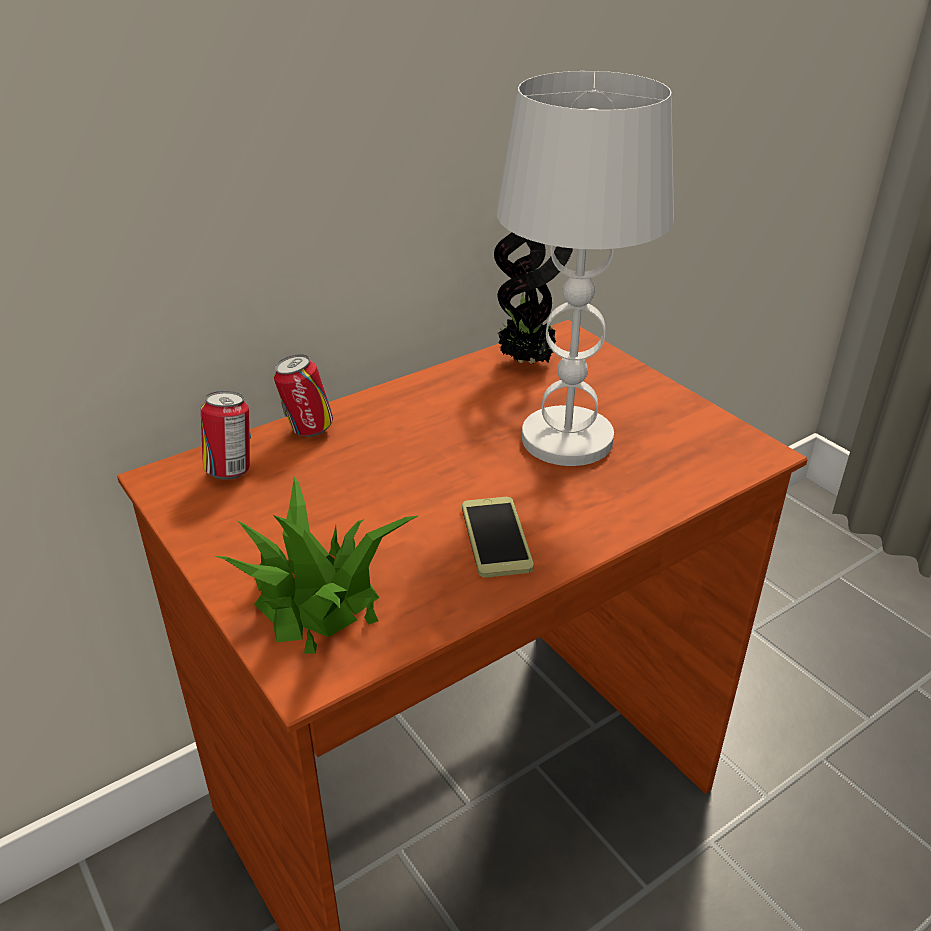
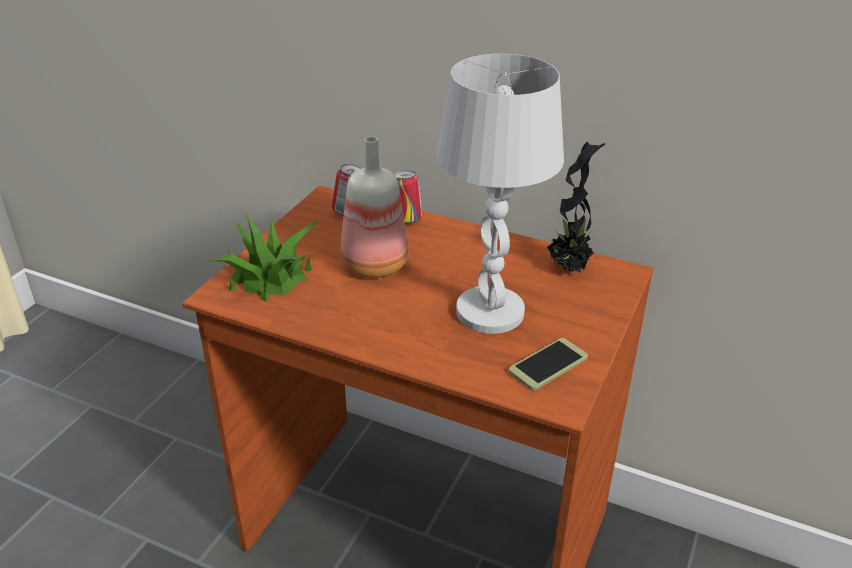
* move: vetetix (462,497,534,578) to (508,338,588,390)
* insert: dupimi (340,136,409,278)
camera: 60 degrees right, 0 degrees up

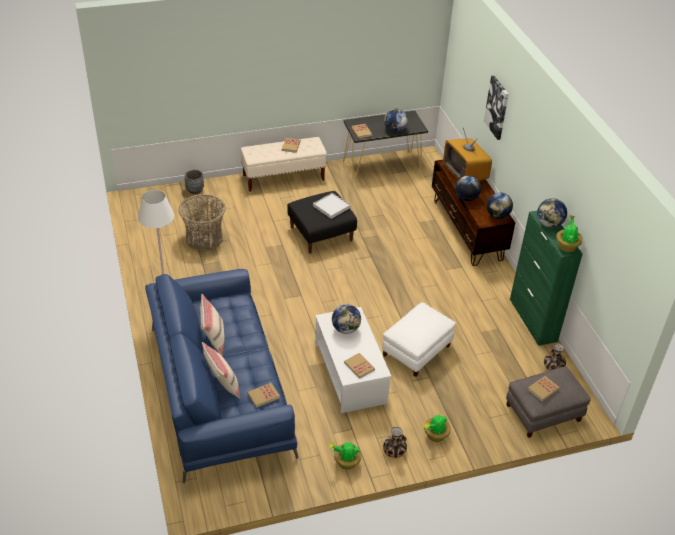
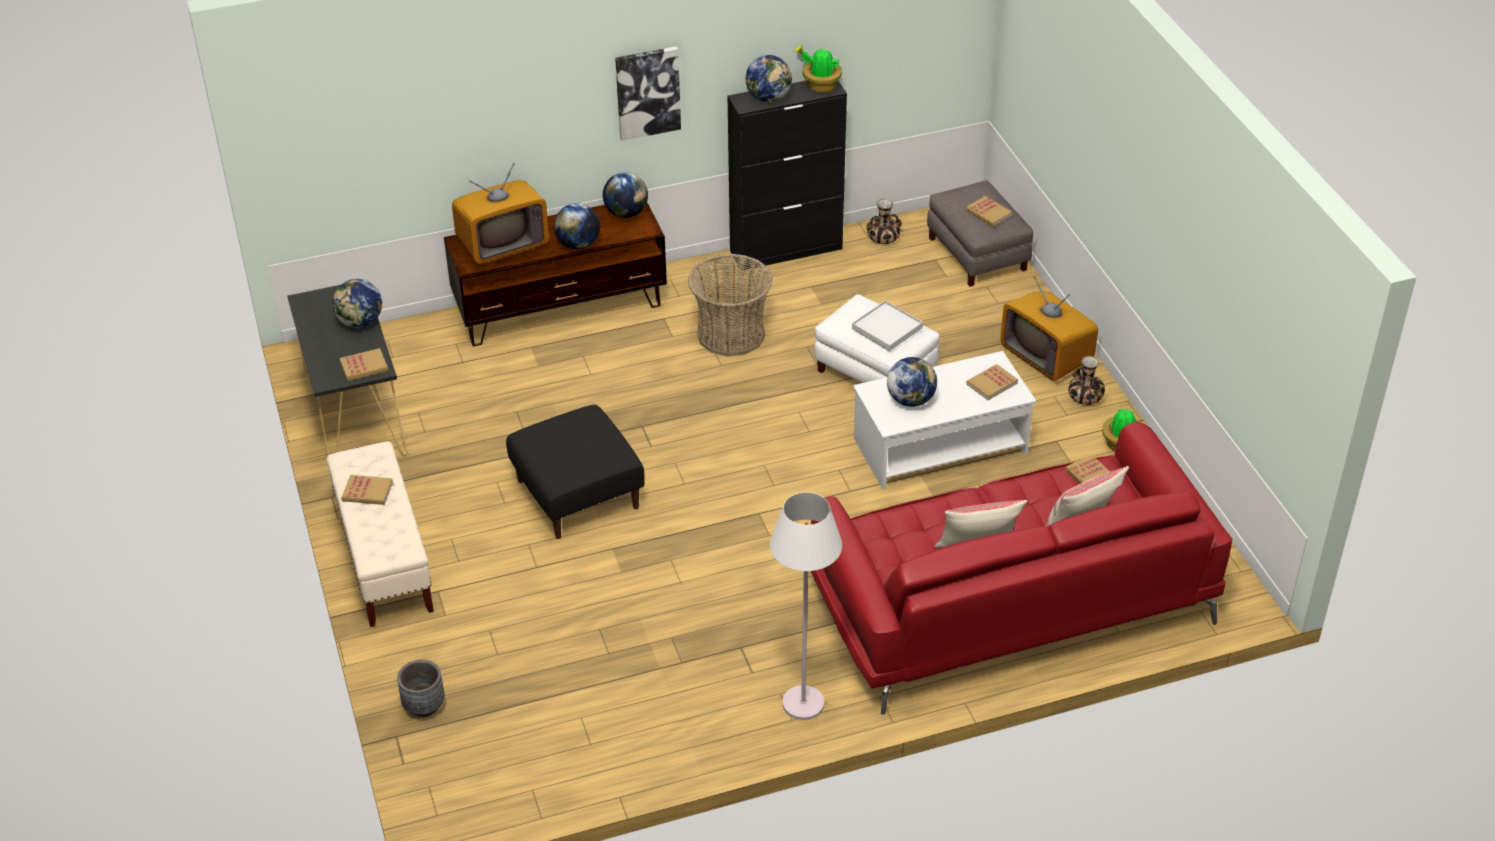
* move: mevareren (484,76,509,140) to (615,46,681,141)
* move: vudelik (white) (313,193,351,219) to (852,301,923,351)
* move: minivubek (179,194,226,251) to (688,254,772,357)
* recolor: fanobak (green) (510,211,583,346) to fanobak (black) (727,80,847,270)
* recolor: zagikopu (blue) (145,269,298,483) to zagikopu (red) (811,422,1233,715)
* replace: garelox (424,414,451,442) to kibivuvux (1000,276,1098,381)
camera: 90 degrees left, 0 degrees up

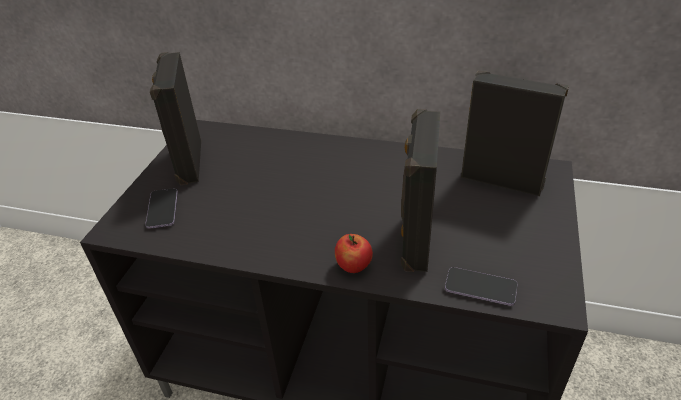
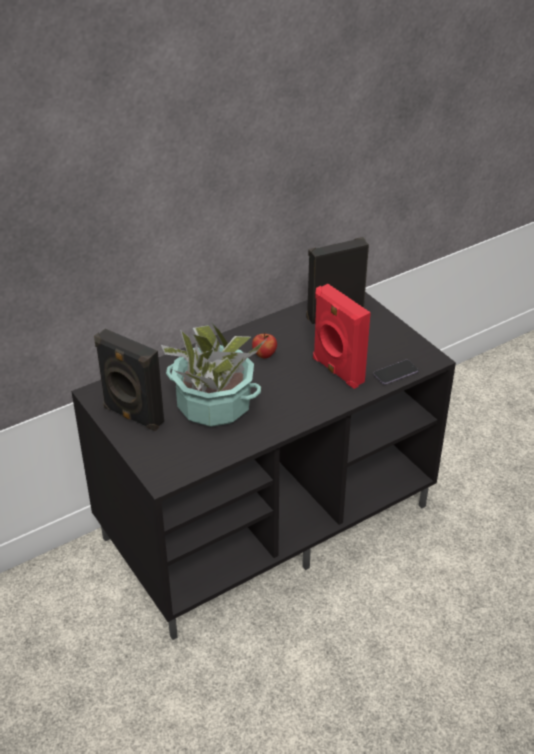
* recolor: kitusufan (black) (401,109,440,272) to kitusufan (red) (313,284,371,389)
* delete: vetetix (145,188,178,229)
* move: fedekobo (335,234,373,273) to (252,332,277,358)
* insert: garelox (161,323,266,427)
camera: 50 degrees left, 0 degrees up

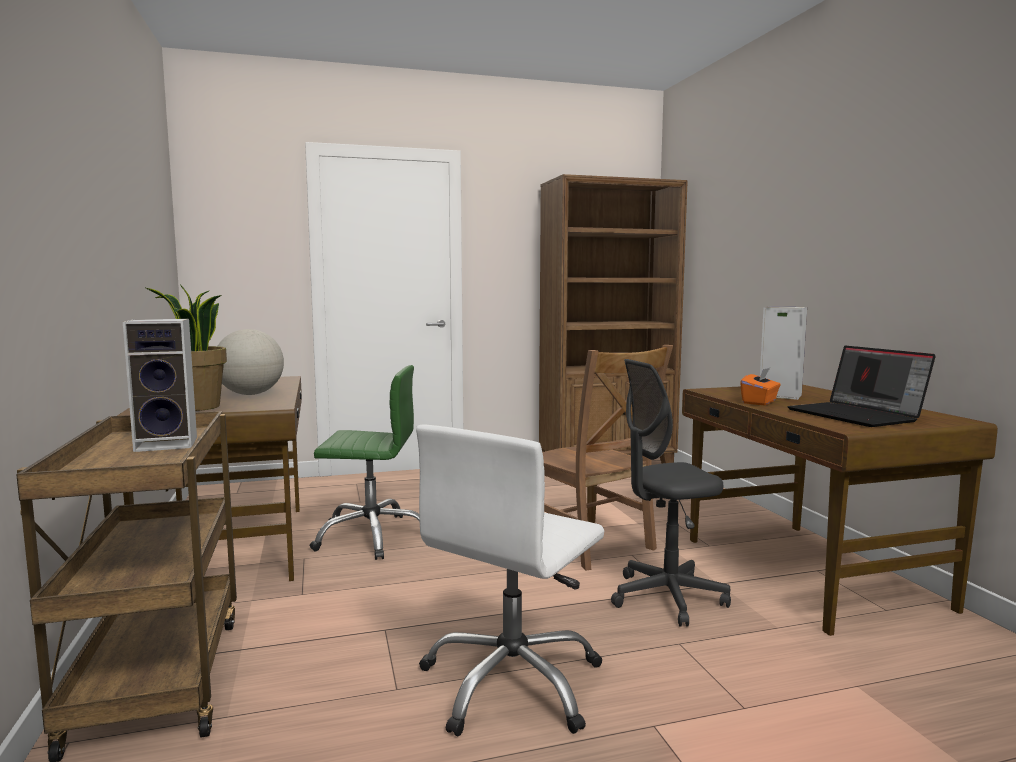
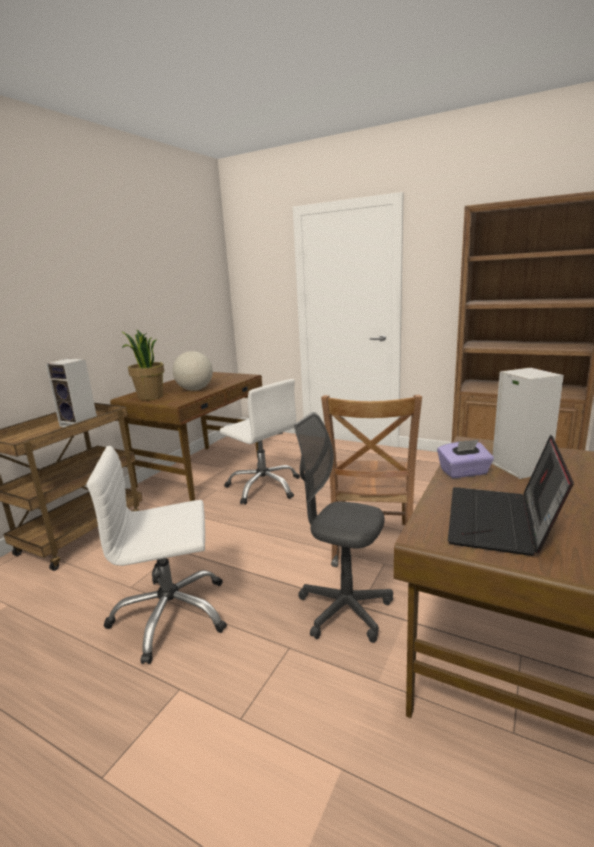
* recolor: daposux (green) (310,365,419,560) to daposux (white) (219,379,300,505)
* recolor: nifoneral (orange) (740,368,781,405) to nifoneral (purple) (437,440,494,478)
camera: 45 degrees right, 10 degrees up

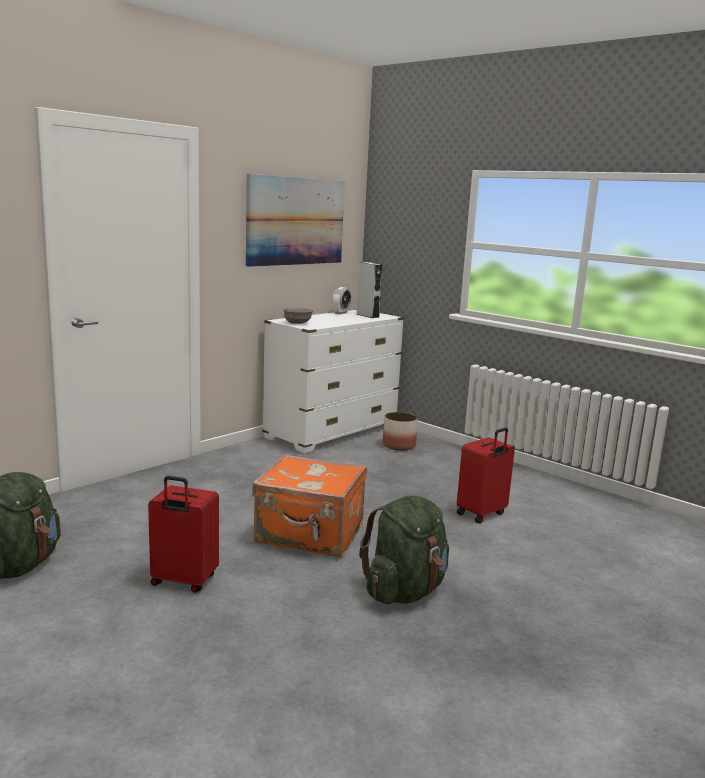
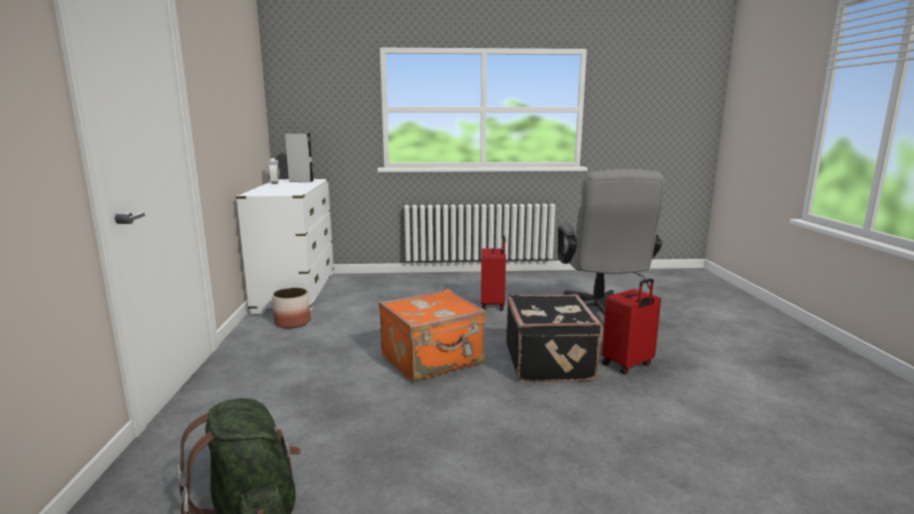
* delete: mevareren (246,174,345,267)
* delete: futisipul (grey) (284,308,313,324)
* move: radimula (383,412,418,450) to (272,288,311,328)
* move: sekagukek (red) (148,476,219,593) to (602,279,661,374)
* replace: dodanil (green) (359,495,449,604) to sekagukek (black) (506,294,602,382)
* insert: daposux (grey) (558,169,665,316)
camera: 45 degrees left, 0 degrees up

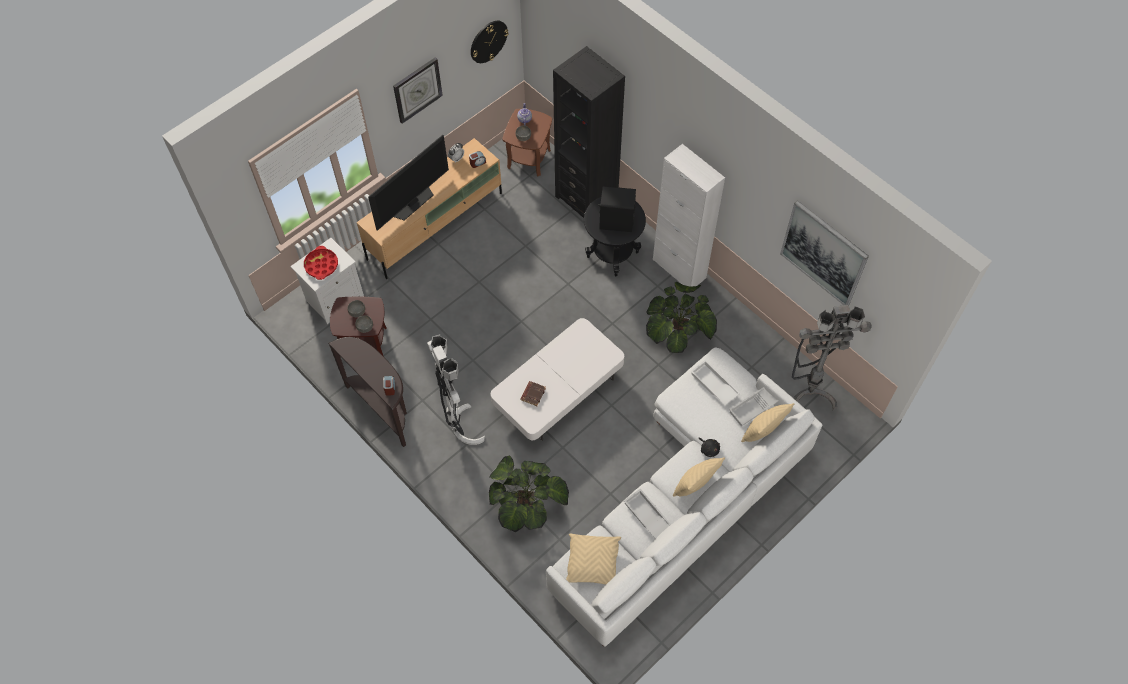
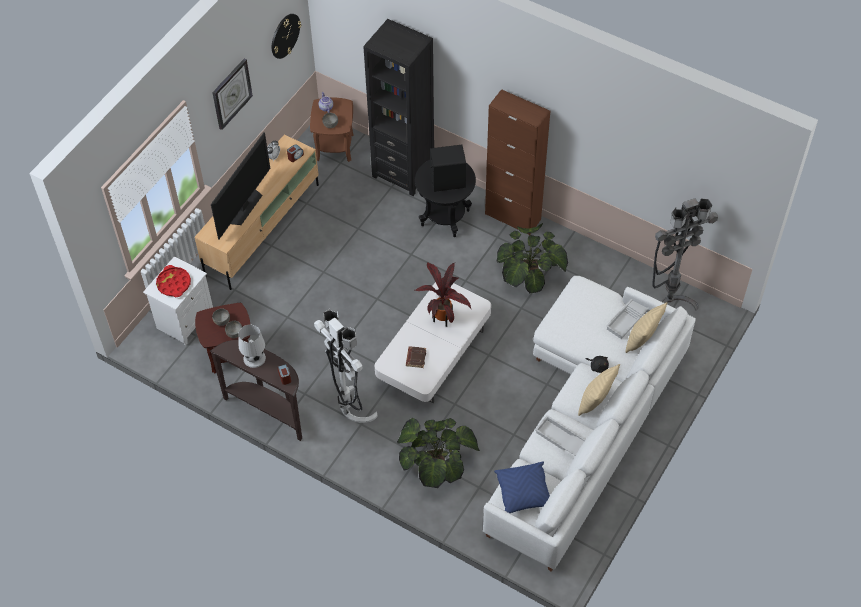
* recolor: fanobak (white) (653,144,725,286) to fanobak (brown) (485,89,550,235)
* delete: mevareren (780,200,869,305)
* delete: vudelik (white) (691,359,740,405)
* recolor: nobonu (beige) (566,534,621,585) to nobonu (blue) (494,462,550,513)
* insert: garelox (415,263,471,327)
* insert: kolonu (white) (238,325,266,368)
camera: 15 degrees left, 5 degrees down

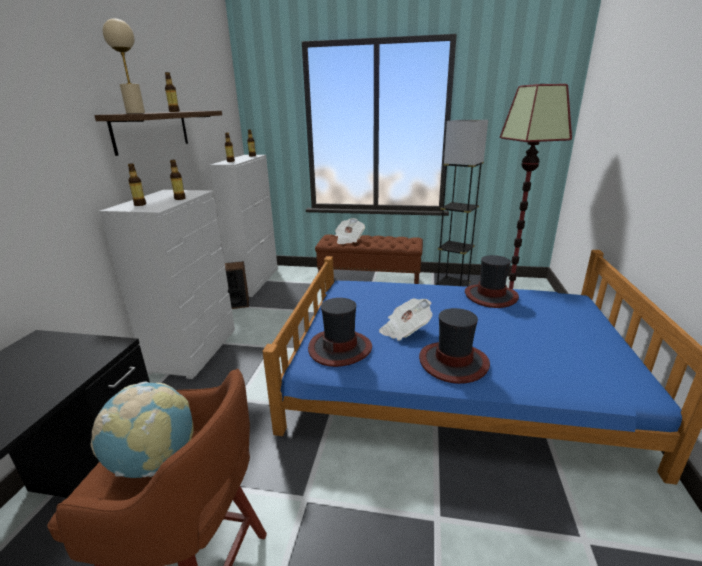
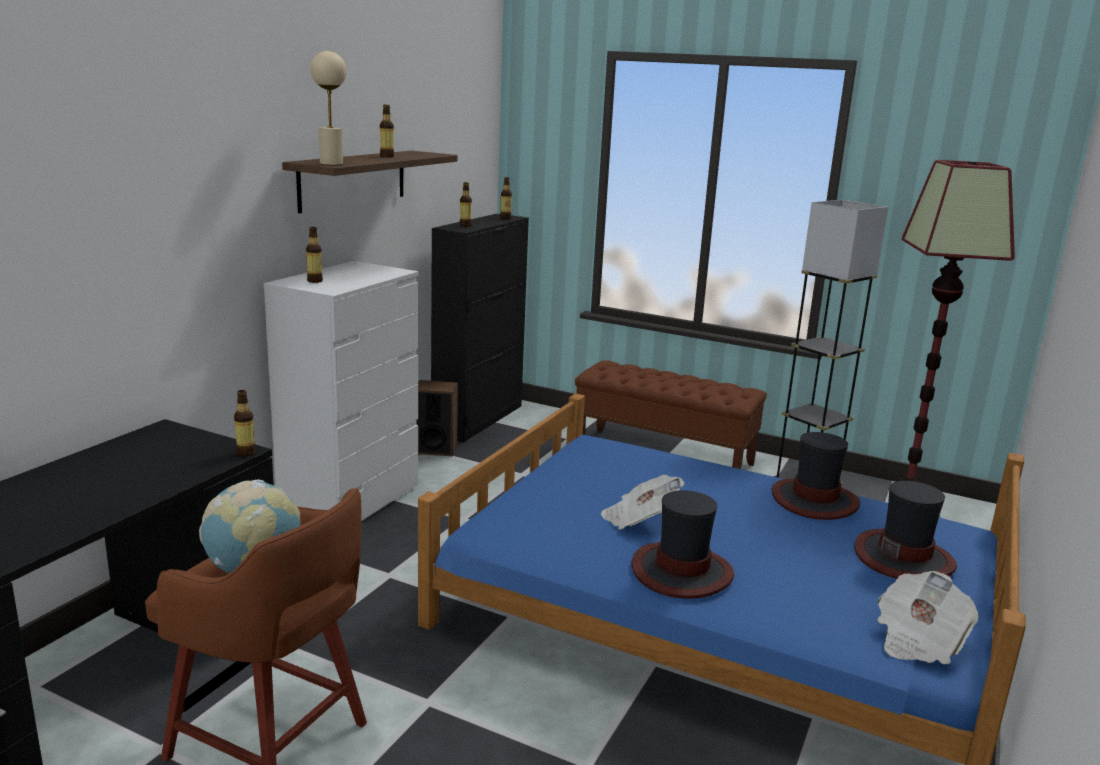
* recolor: fanobak (white) (210,155,278,297) to fanobak (black) (431,214,529,442)
* move: dupimi (170,160,186,200) to (234,390,256,457)
* move: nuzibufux (335,218,365,244) to (877,571,979,664)
* move: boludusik (308,298,372,367) to (854,481,957,579)
camera: 15 degrees right, 5 degrees down

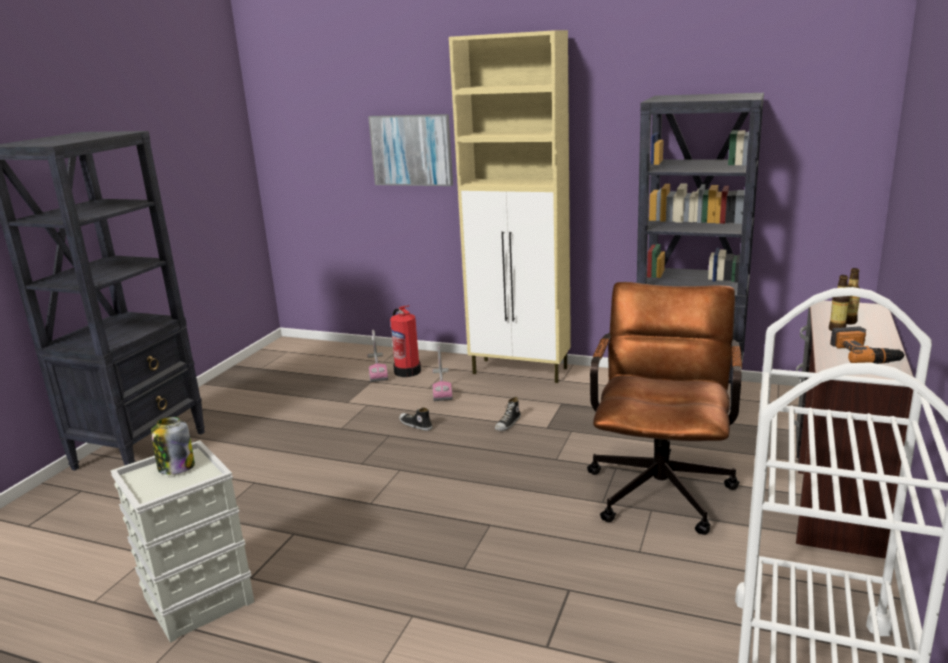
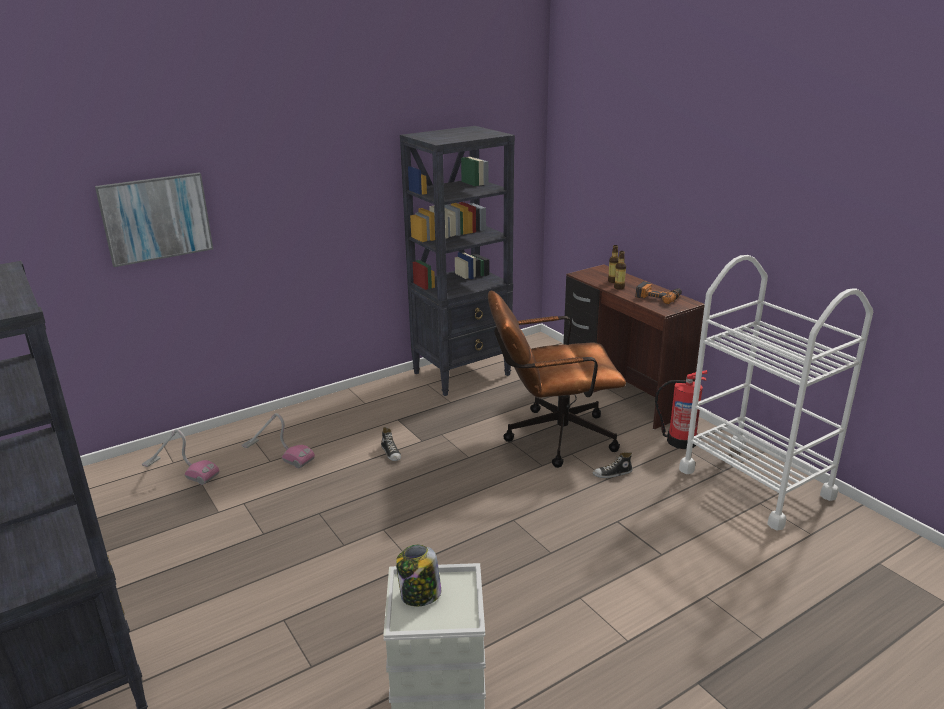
* delete: fanobak (beige) (449,30,571,383)
* rotate: daposux (brown) (587,282,742,535) = (488,290,626,468) 60 degrees counterclockwise
* move: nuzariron (390,305,421,377) to (655,370,708,449)
* move: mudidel (399,407,433,431) to (592,452,633,478)
camera: 55 degrees left, 5 degrees up

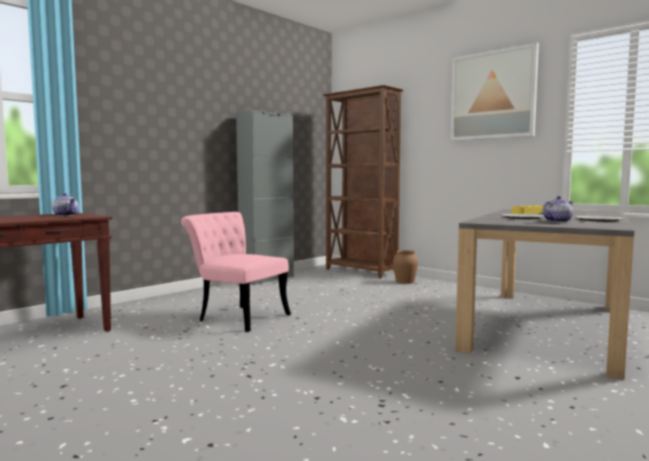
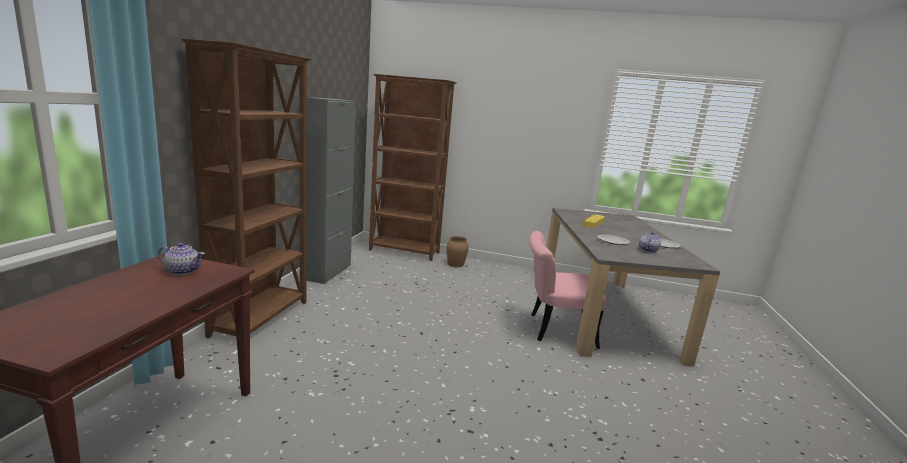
* delete: mevareren (450,43,539,141)
* move: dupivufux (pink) (181,212,291,332) to (529,231,607,349)
* insert: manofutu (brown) (181,38,312,338)
camera: 30 degrees left, 10 degrees up

